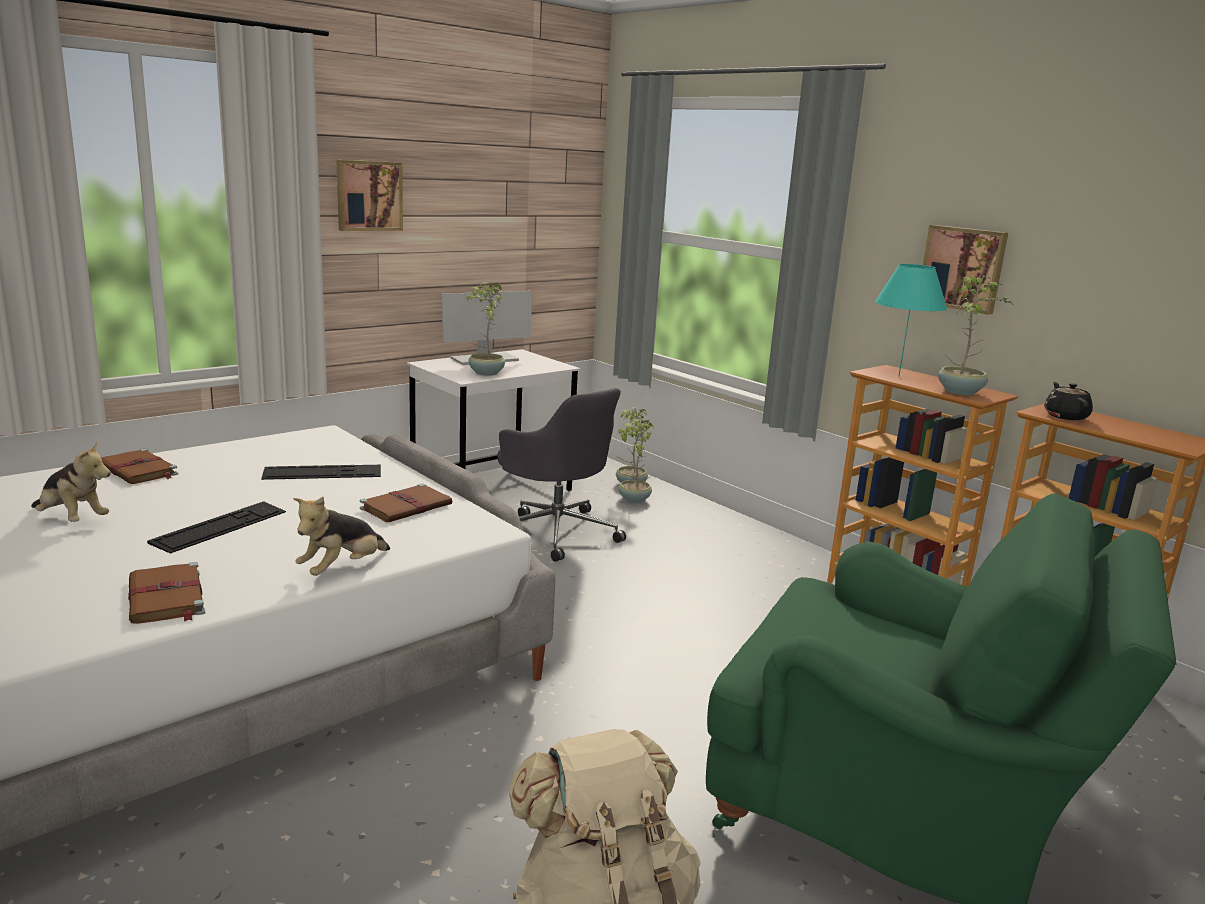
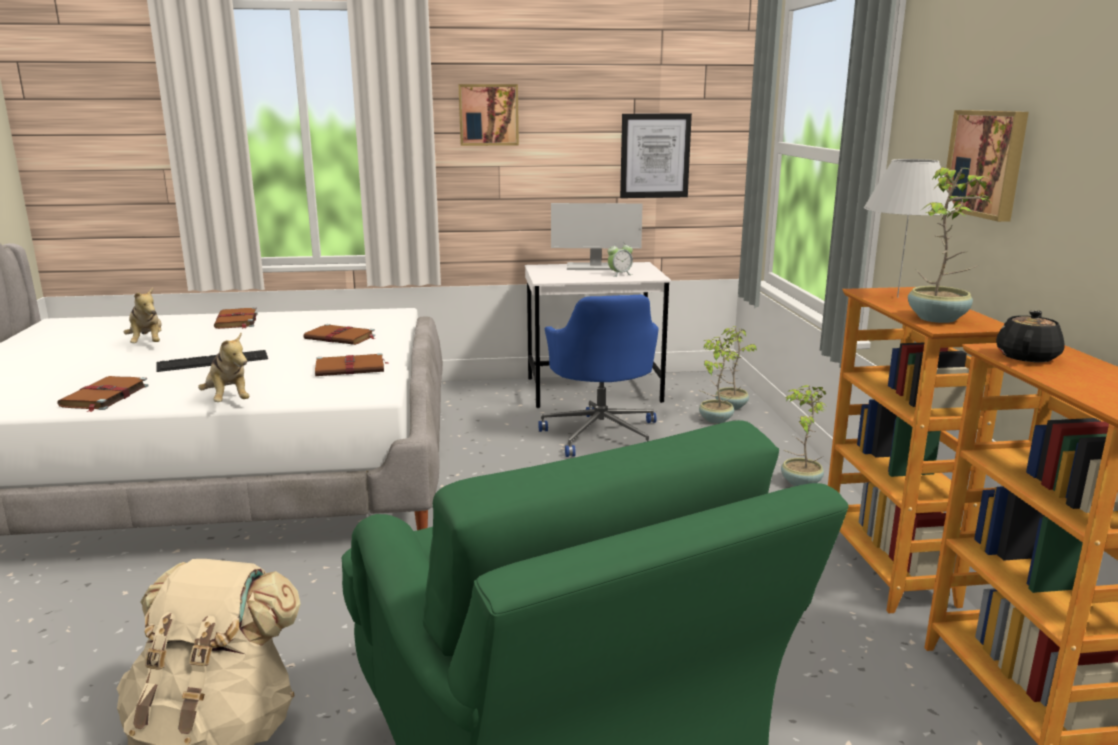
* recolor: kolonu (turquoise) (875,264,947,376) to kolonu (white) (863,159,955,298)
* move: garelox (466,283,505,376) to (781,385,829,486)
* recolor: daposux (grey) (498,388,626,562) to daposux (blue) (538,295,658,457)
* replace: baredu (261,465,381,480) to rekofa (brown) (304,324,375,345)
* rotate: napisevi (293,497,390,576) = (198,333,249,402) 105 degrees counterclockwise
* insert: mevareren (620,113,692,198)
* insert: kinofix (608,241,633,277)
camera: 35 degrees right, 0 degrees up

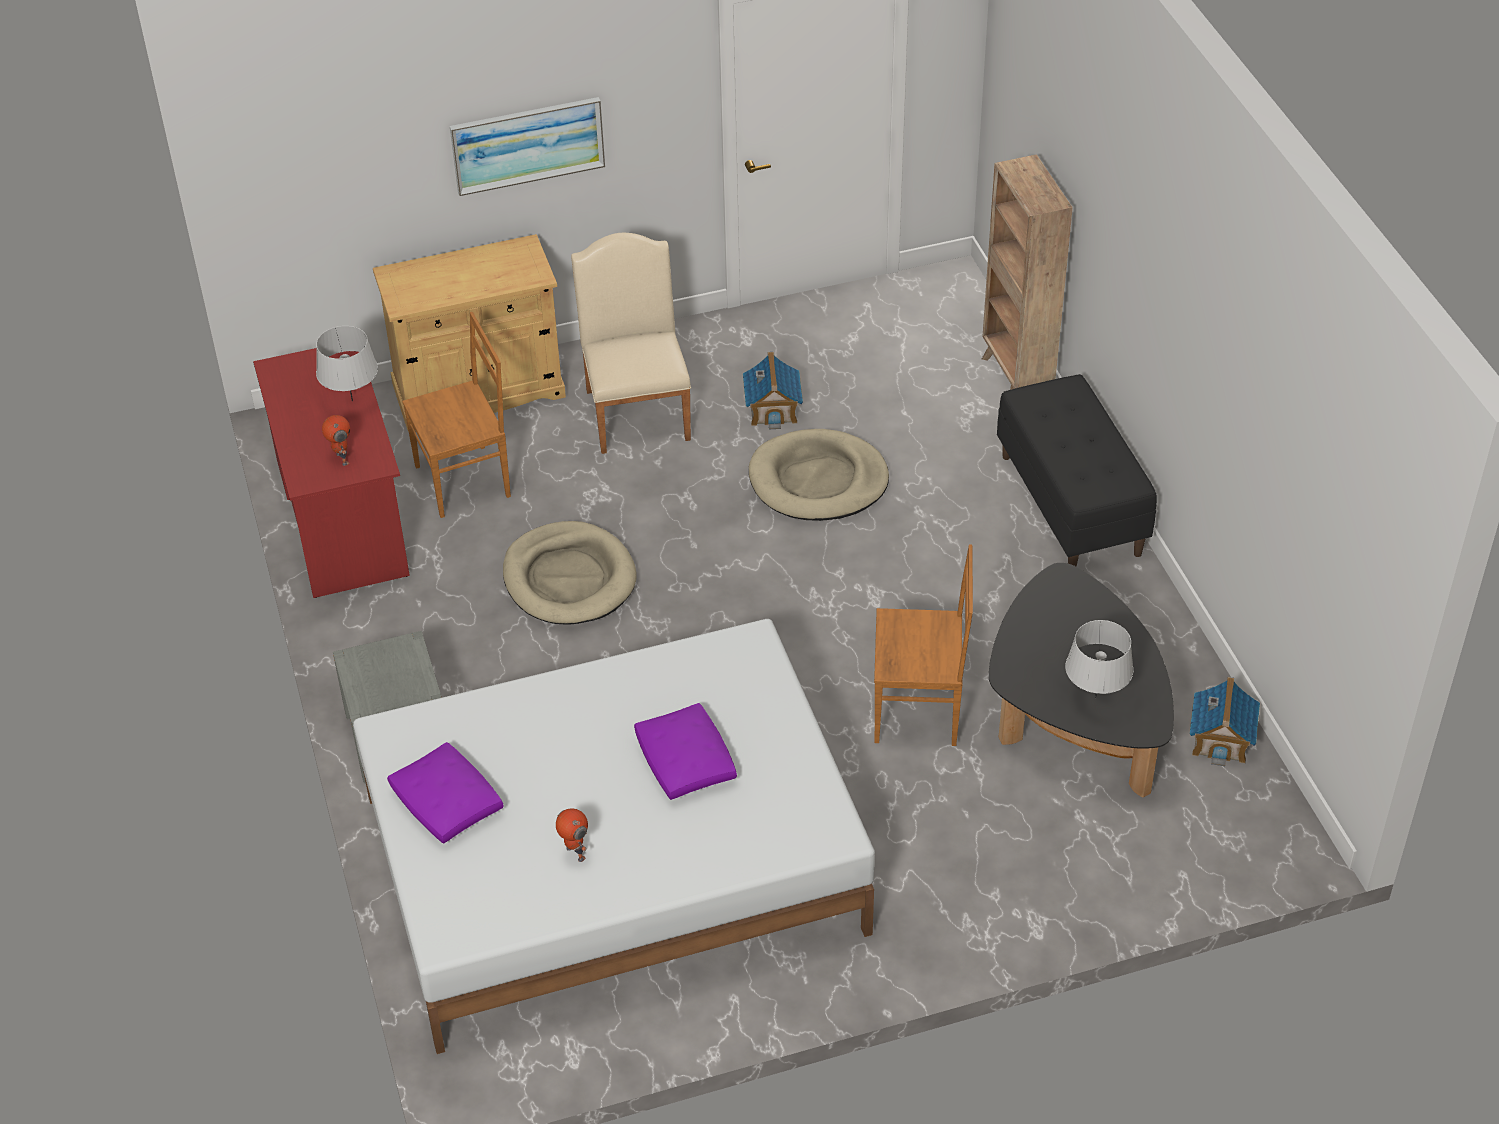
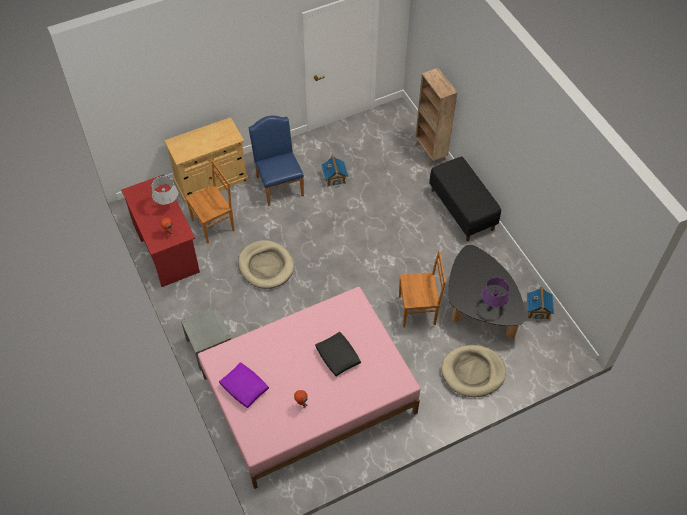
* delete: mevareren (450,97,605,196)
* recolor: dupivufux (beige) (571,233,691,454) to dupivufux (blue) (249,116,304,206)
* move: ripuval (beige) (749,429,889,521) to (442,345,506,397)
* recolor: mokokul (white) (353,619,875,1054) to mokokul (pink) (198,287,421,489)
* recolor: kolonu (grey) (1065,620,1133,698) to kolonu (purple) (482,277,509,307)
* recolor: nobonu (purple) (634,703,737,800) to nobonu (black) (315,332,361,376)
camera: 10 degrees left, 10 degrees up

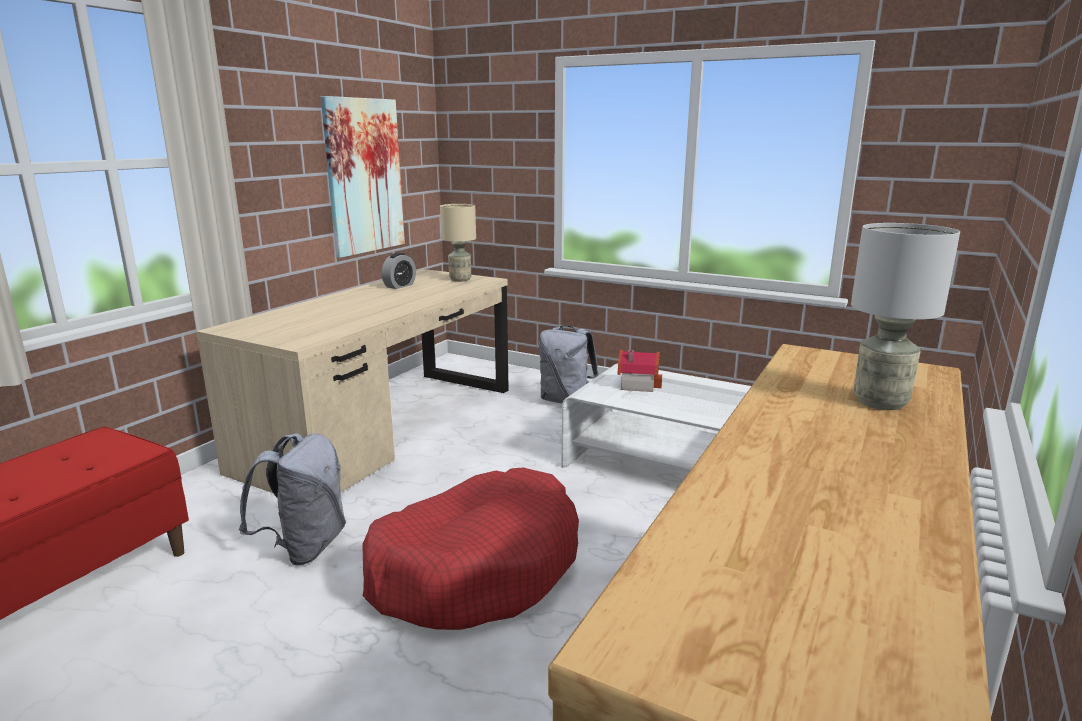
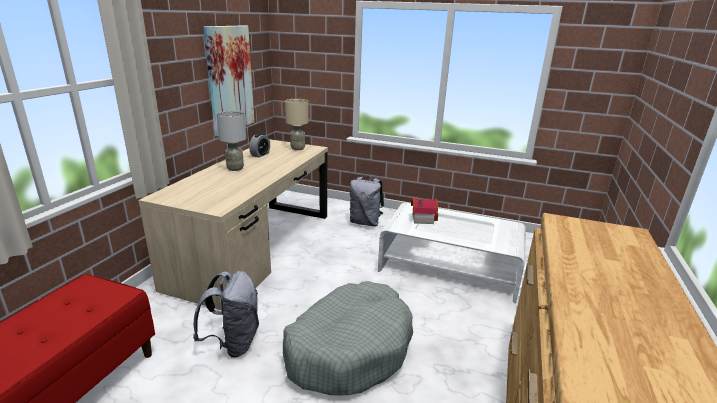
* move: kolonu (grey) (851,223,960,410) to (216,111,246,171)
* recolor: ripuval (red) (362,467,579,630) to ripuval (grey) (283,281,413,396)
camera: 10 degrees left, 5 degrees up

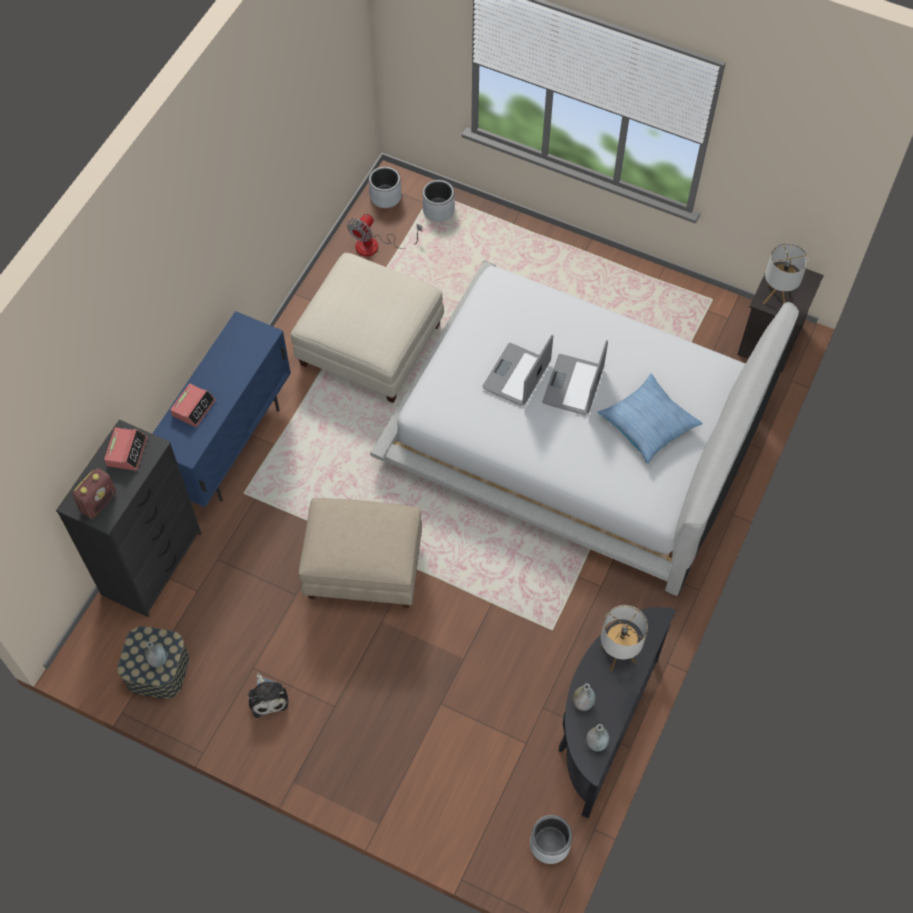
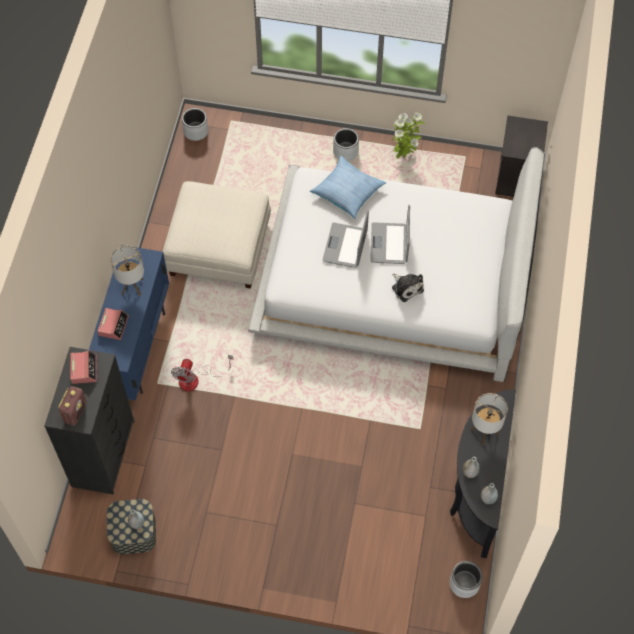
* move: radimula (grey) (423,180,455,222) to (333,128,359,161)
* move: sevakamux (347,214,422,256) to (171,355,233,391)
* move: kolonu (762,243,808,304) to (110,246,144,296)
* move: nobonu (597,373,703,464) to (310,156,386,219)
* delete: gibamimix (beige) (299,498,422,608)
* move: napisevi (248,673,289,718) to (392,274,424,302)
* insert: garelox (392,113,425,159)
camera: 15 degrees left, 0 degrees up

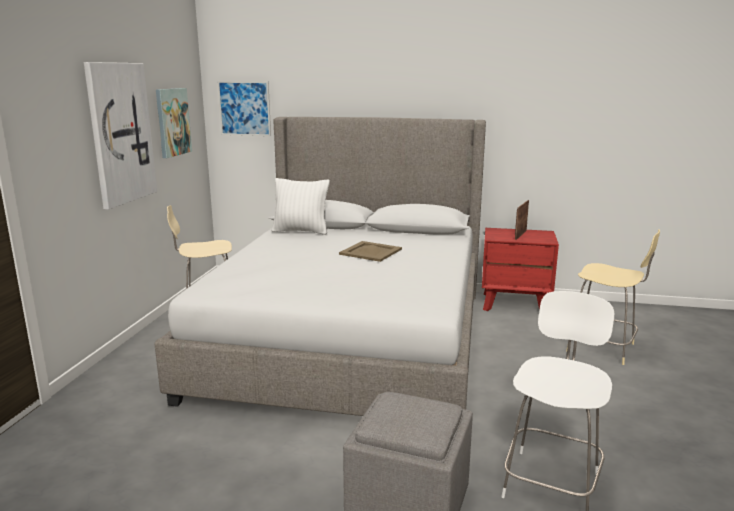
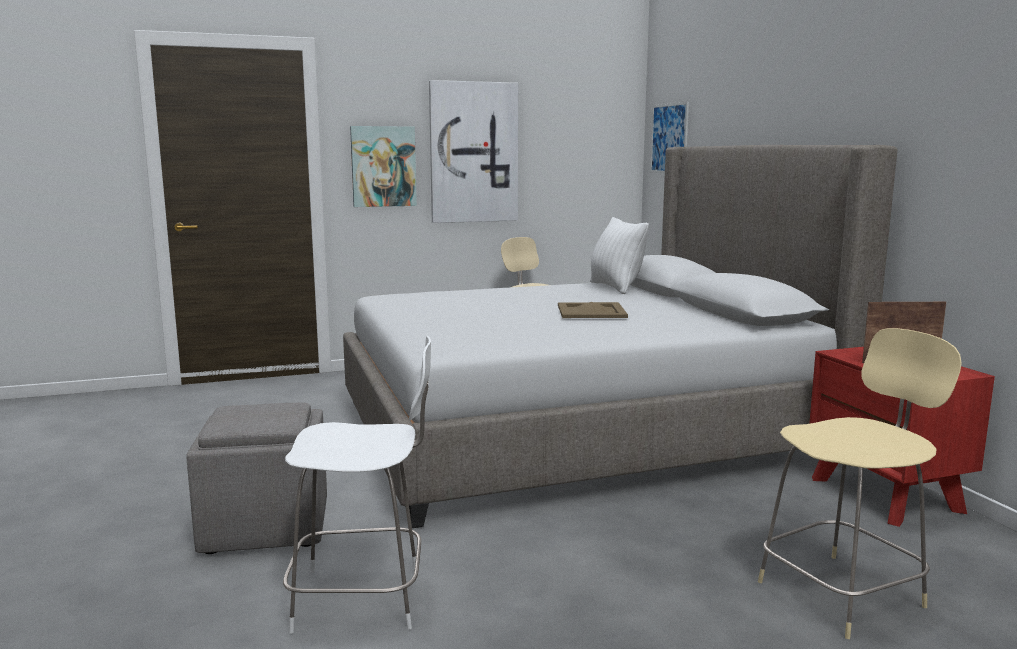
* move: mevareren (156,88,192,158) to (350,126,417,207)
* rotate: dupivufux (beige) (566,229,660,365) = (758,328,962,639) 120 degrees counterclockwise
camera: 60 degrees right, 5 degrees down

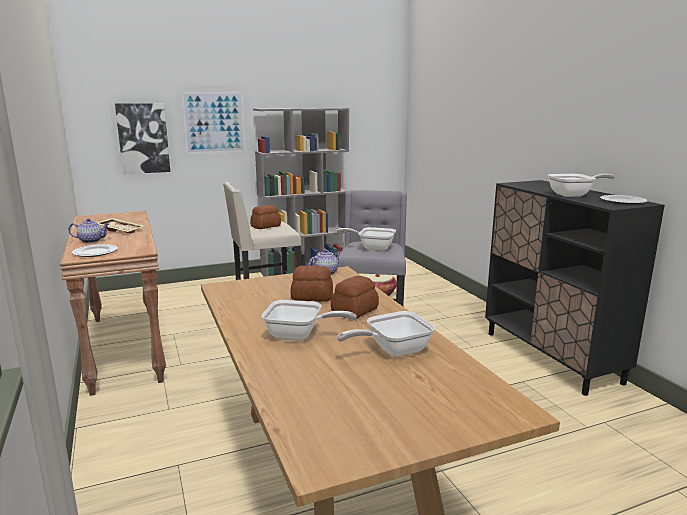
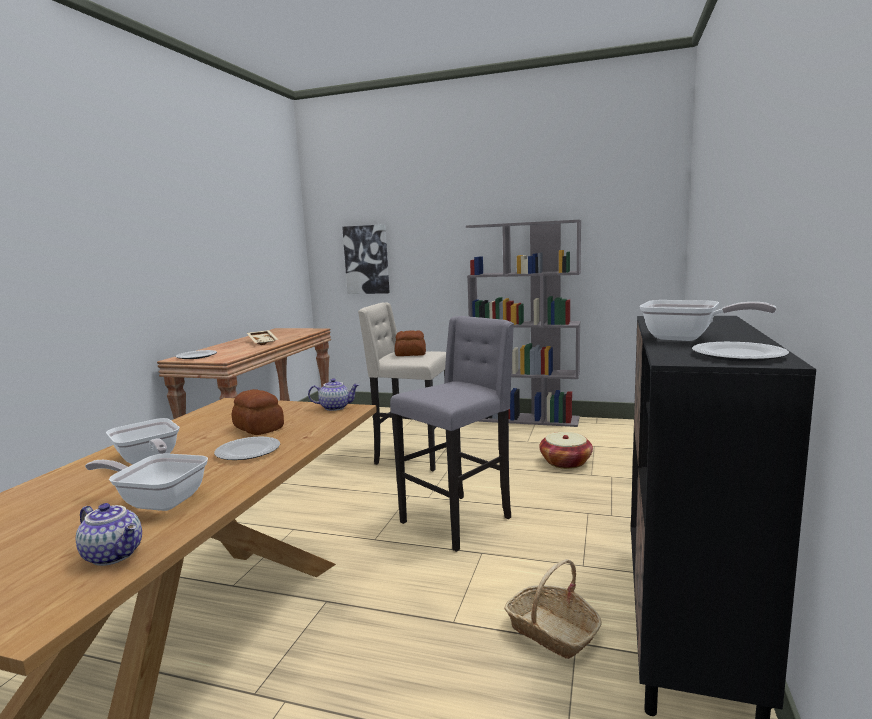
* delete: mevareren (181,92,246,154)
* move: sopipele (68,218,110,243) to (76,503,142,566)
* delete: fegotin (337,227,396,251)
* replace: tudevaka (331,276,379,319) to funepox (214,437,280,460)
* insert: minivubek (504,559,602,659)
camera: 40 degrees right, 5 degrees down

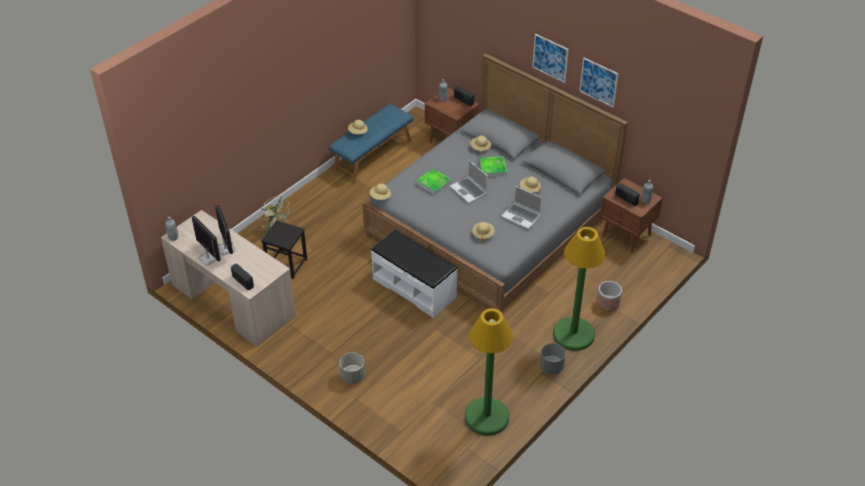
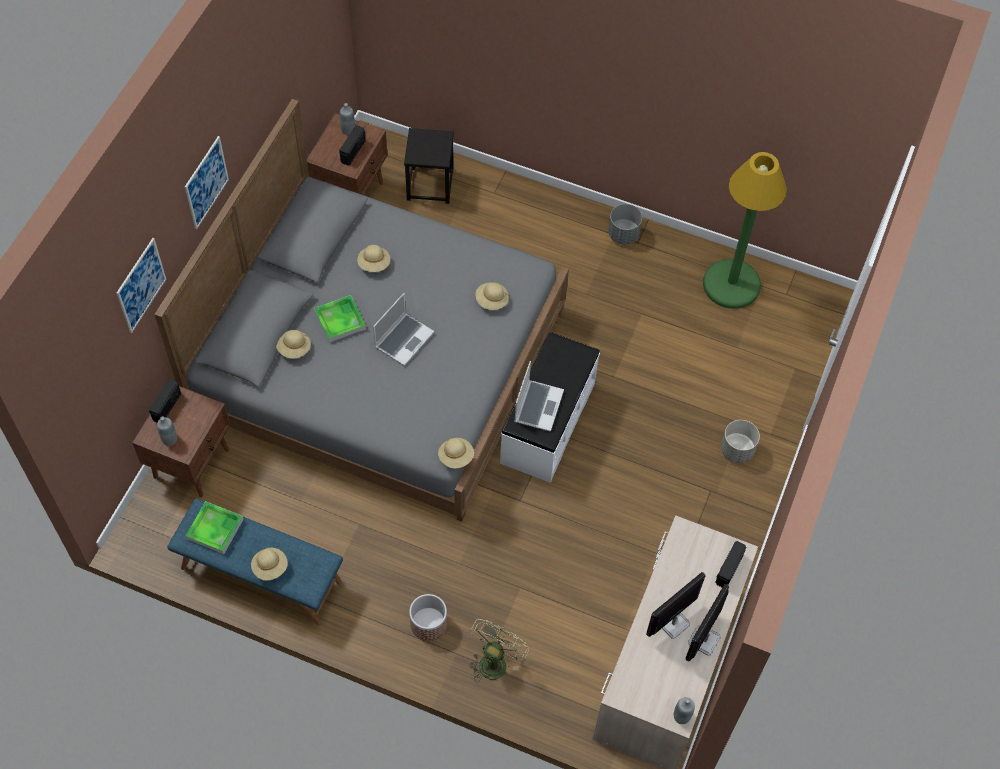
* move: mevareren (579,58,619,108) to (116,238,166,333)
* move: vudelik (416,168,451,195) to (186,501,244,554)
* move: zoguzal (501,186,542,229) to (514,361,564,432)
* move: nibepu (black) (261,220,307,279) to (404,128,454,204)
* delete: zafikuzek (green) (553,227,606,351)
* move: radimula (597,281,622,312) to (409,594,447,641)
camera: 110 degrees left, 15 degrees up

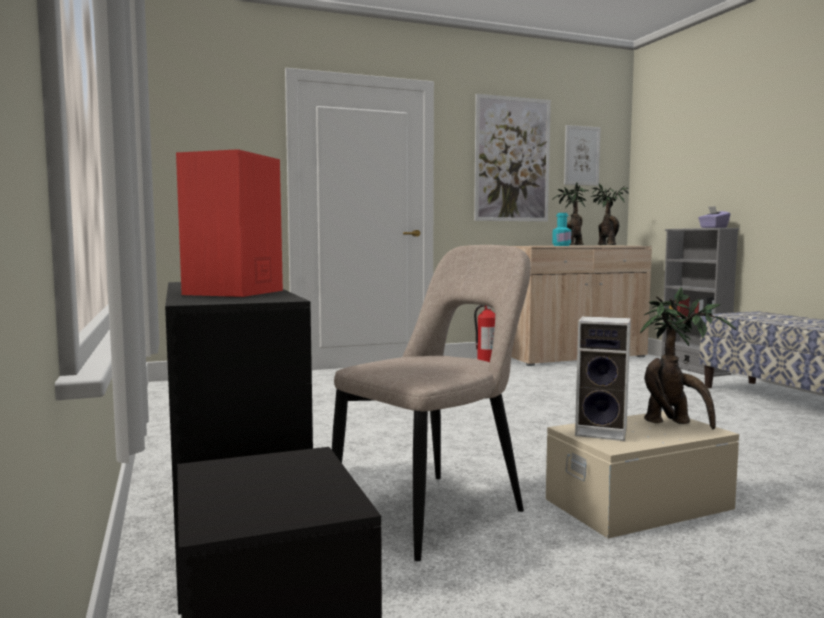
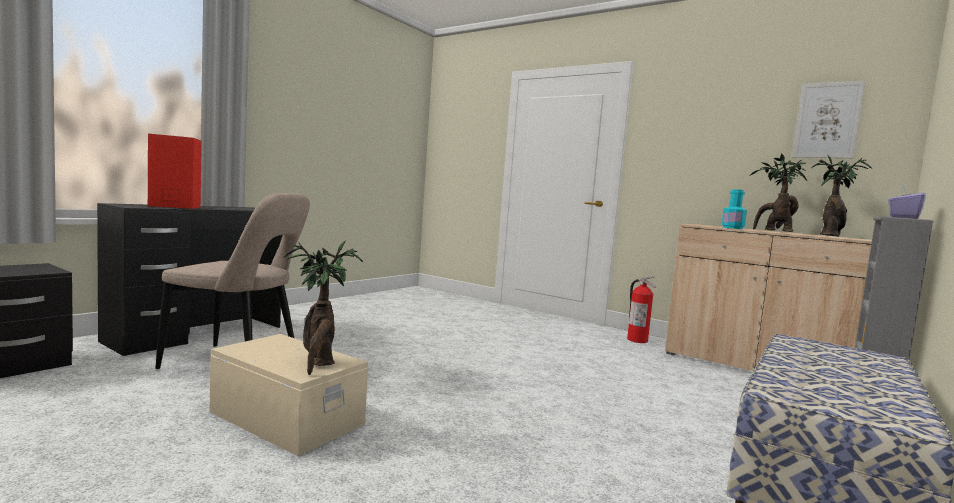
* delete: mevareren (474,94,551,222)
* delete: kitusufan (575,316,631,441)
camera: 55 degrees right, 0 degrees up

